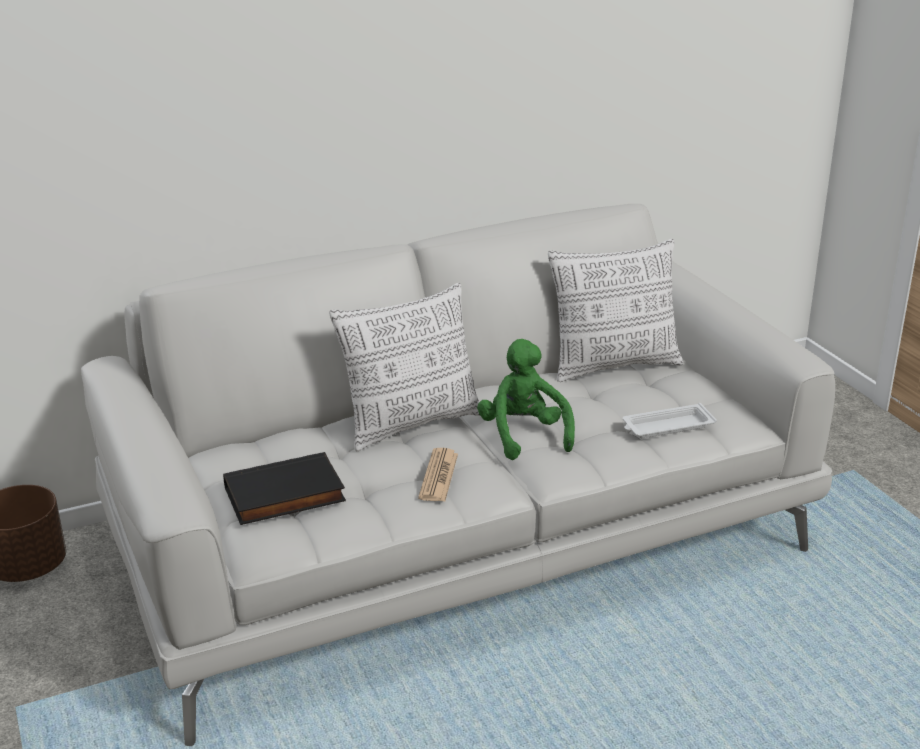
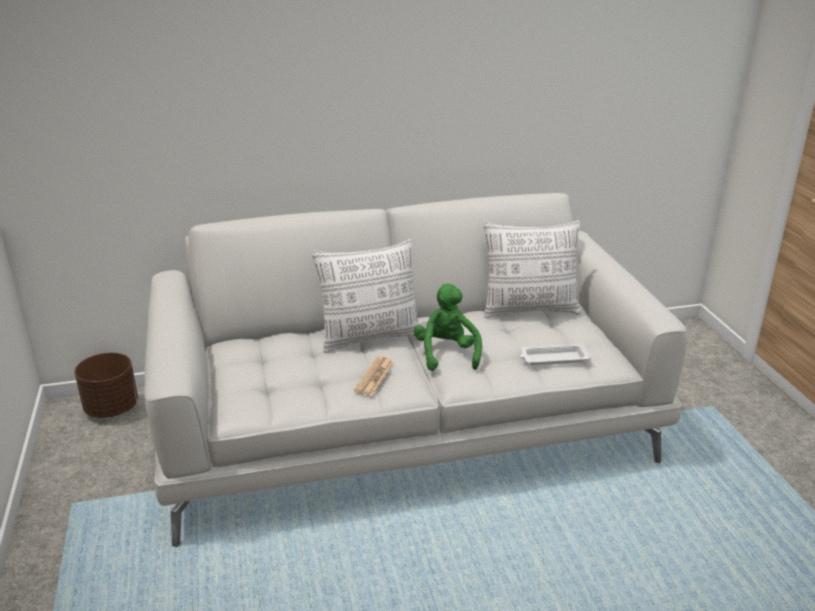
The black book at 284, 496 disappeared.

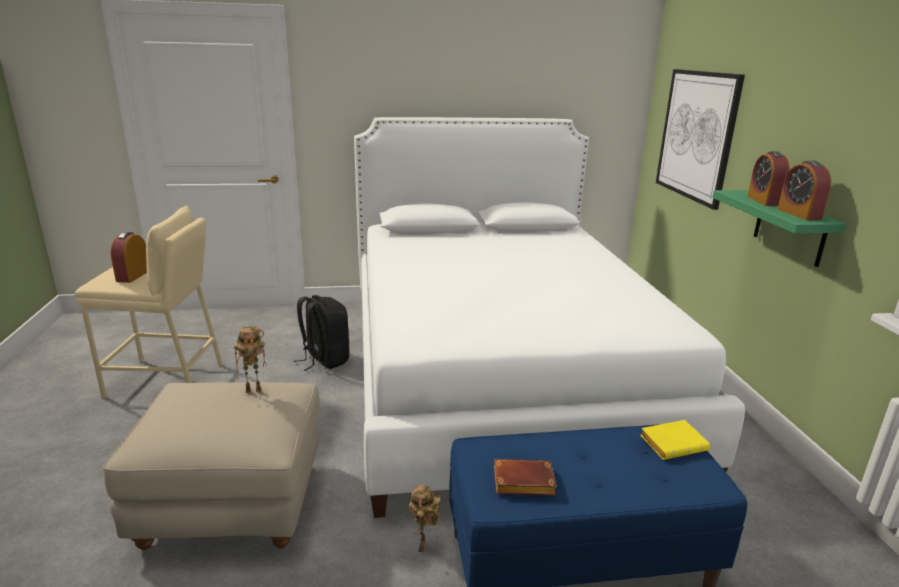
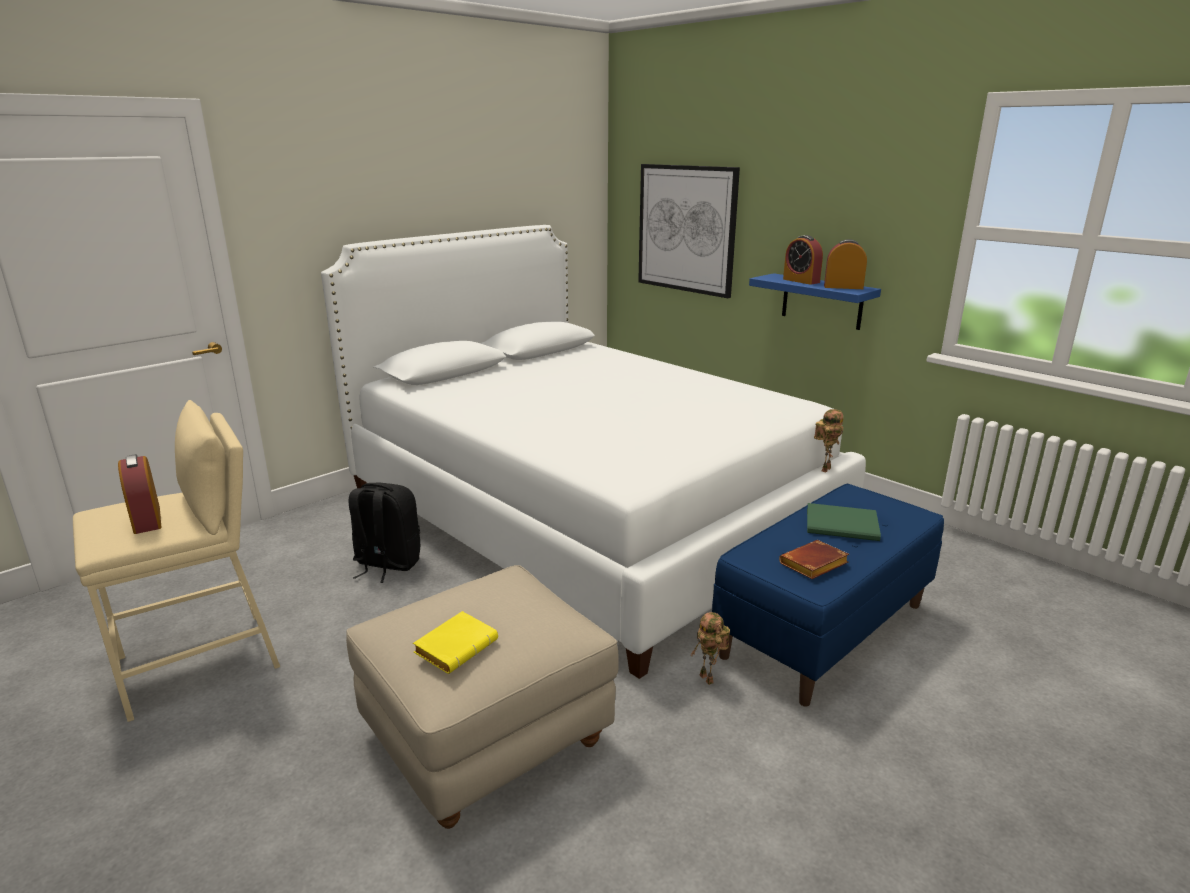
The toy robot moved from 254, 389 to 825, 469. The yellow book moved from 673, 443 to 456, 646. The green shelf at 789, 228 became the blue shelf at 822, 301. The alarm clock at 799, 214 turned 150 degrees clockwise. The green book at 844, 525 appeared.

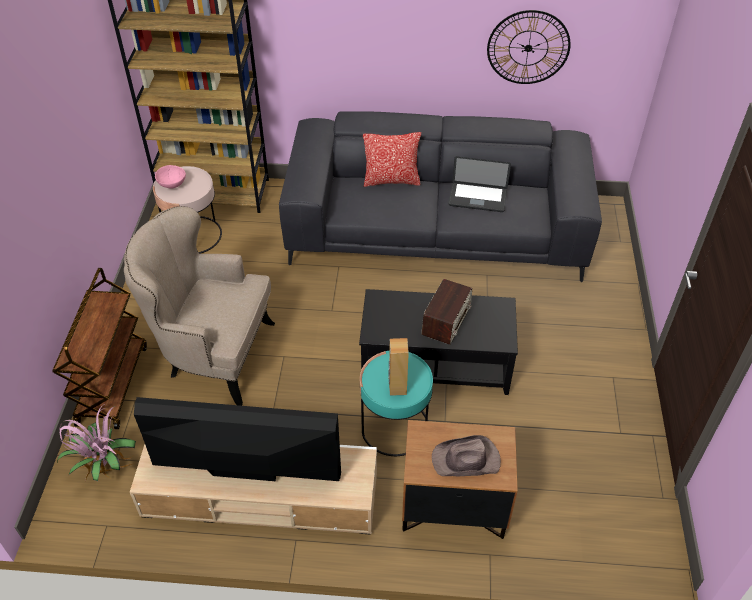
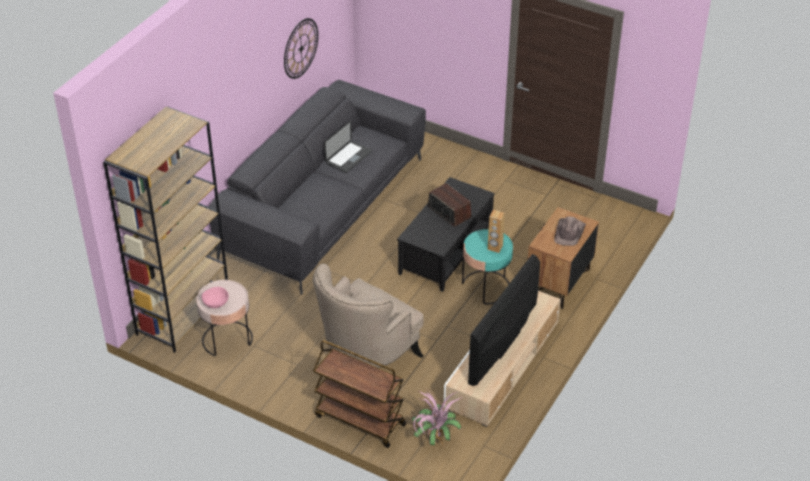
The pillow at 391, 180 disappeared.

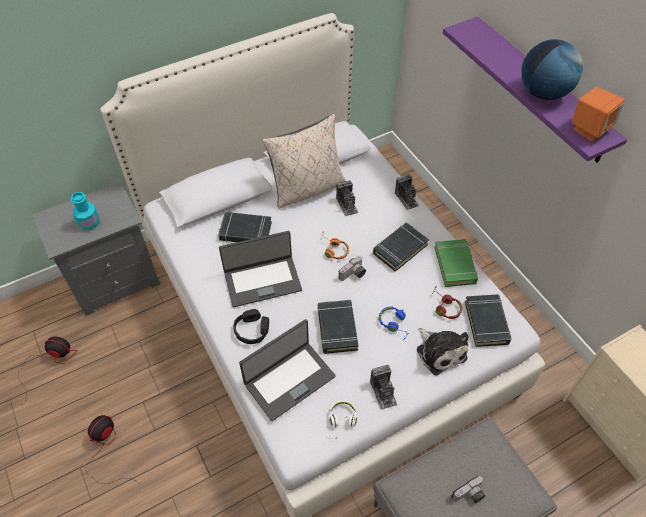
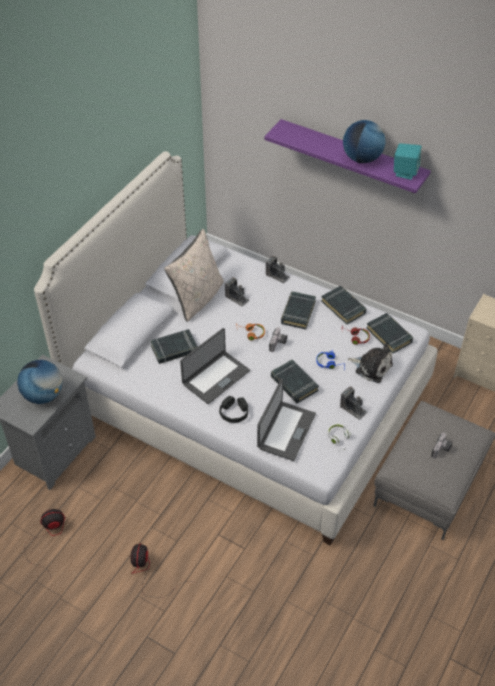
The turquoise bottle at 89, 222 was replaced by the globe at 43, 395. The green book at 455, 265 became the black book at 343, 307. The orange speaker at 589, 129 became the turquoise speaker at 405, 172.

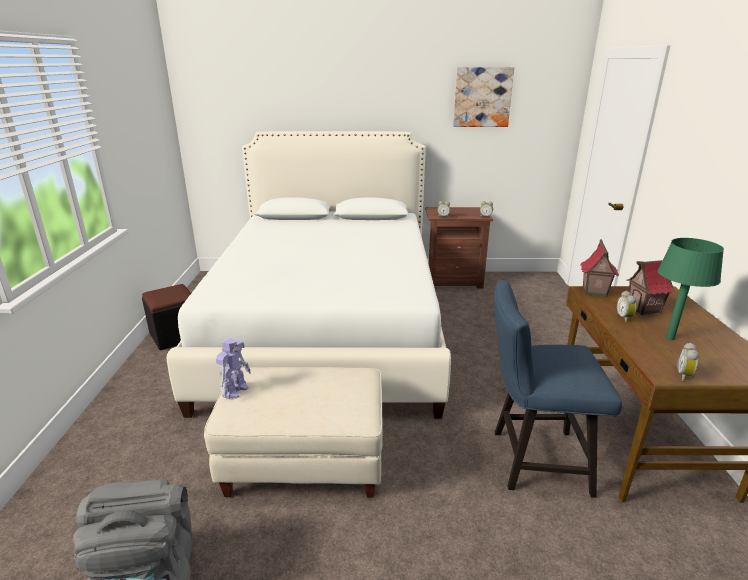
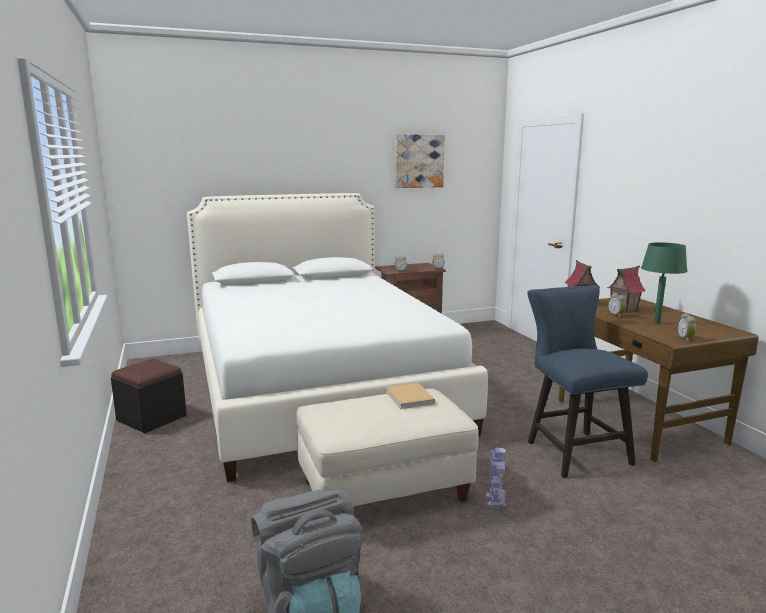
The toy robot moved from 236, 390 to 495, 500. The blue chair at 532, 460 turned 90 degrees clockwise. The beige book at 410, 398 appeared.

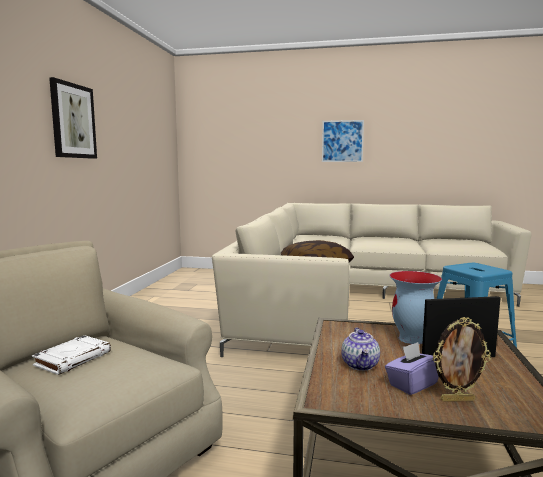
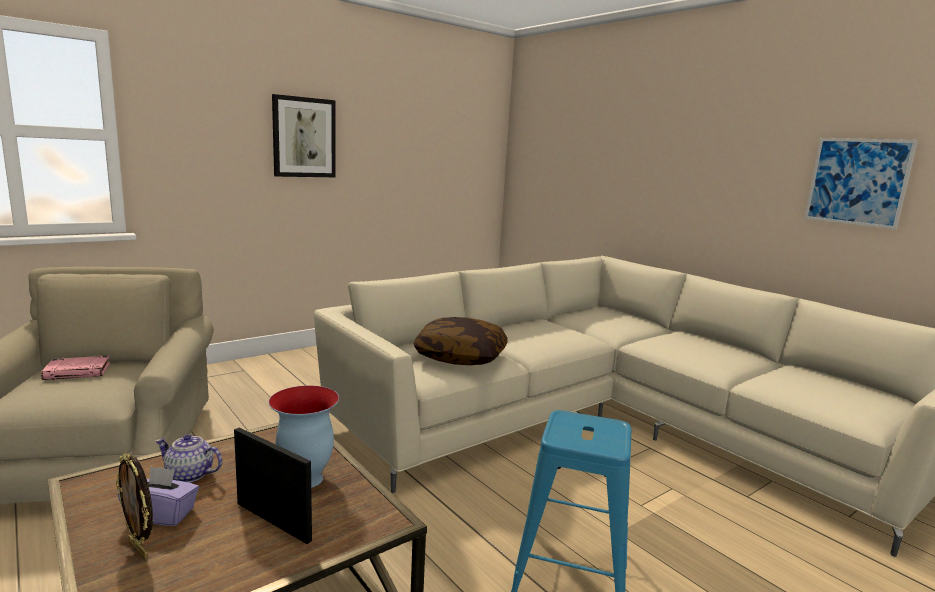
The white book at 73, 358 became the pink book at 78, 372. The picture moved from 342, 141 to 857, 182. The teapot at 360, 365 turned 60 degrees clockwise.

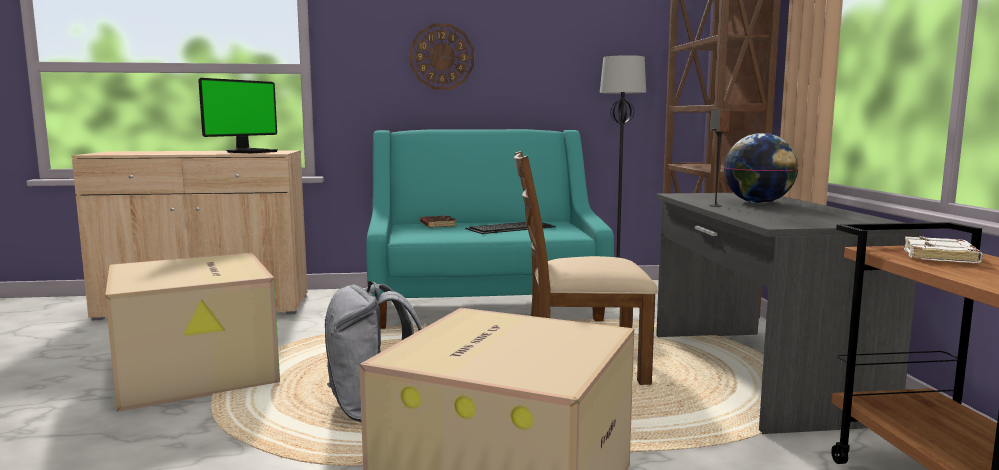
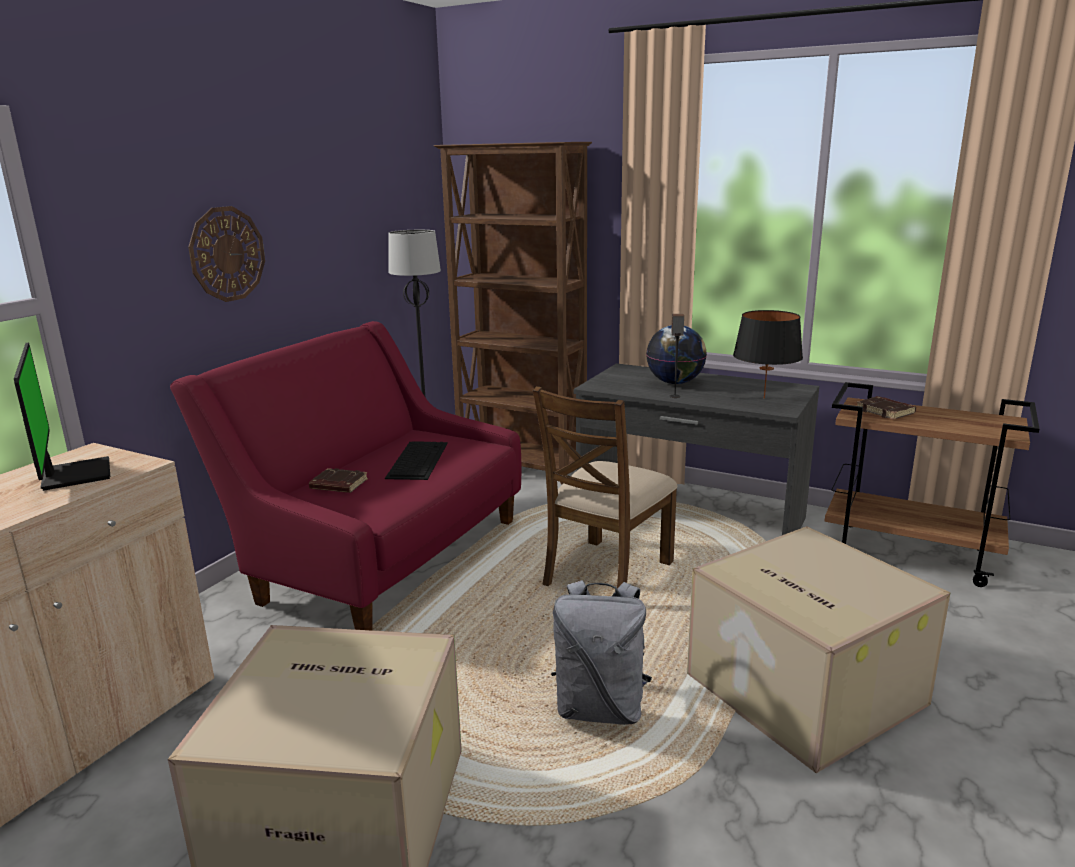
The turquoise sofa at 485, 305 became the red sofa at 381, 555. The white book at 941, 257 became the brown book at 886, 412. The black table lamp at 764, 398 appeared.

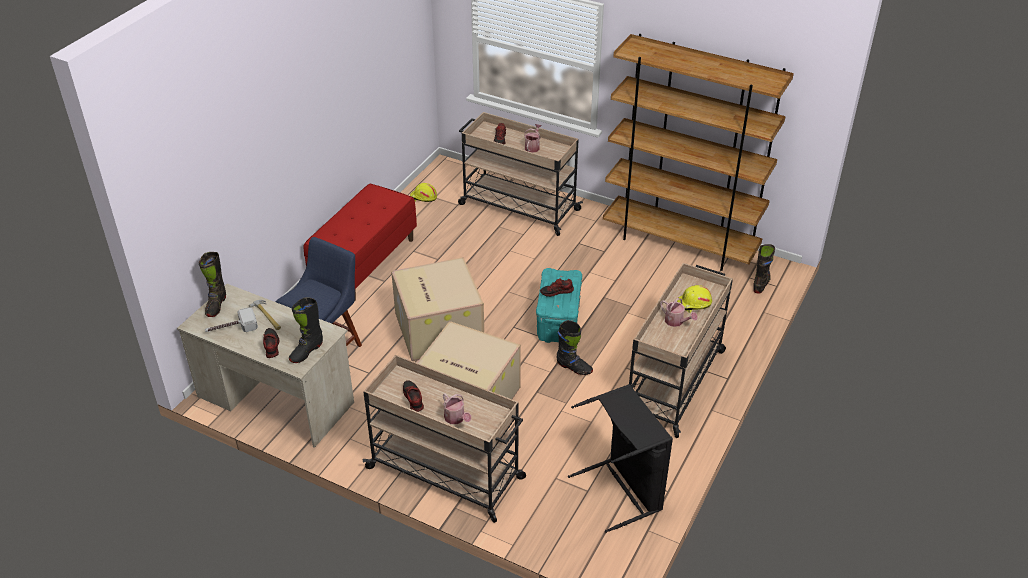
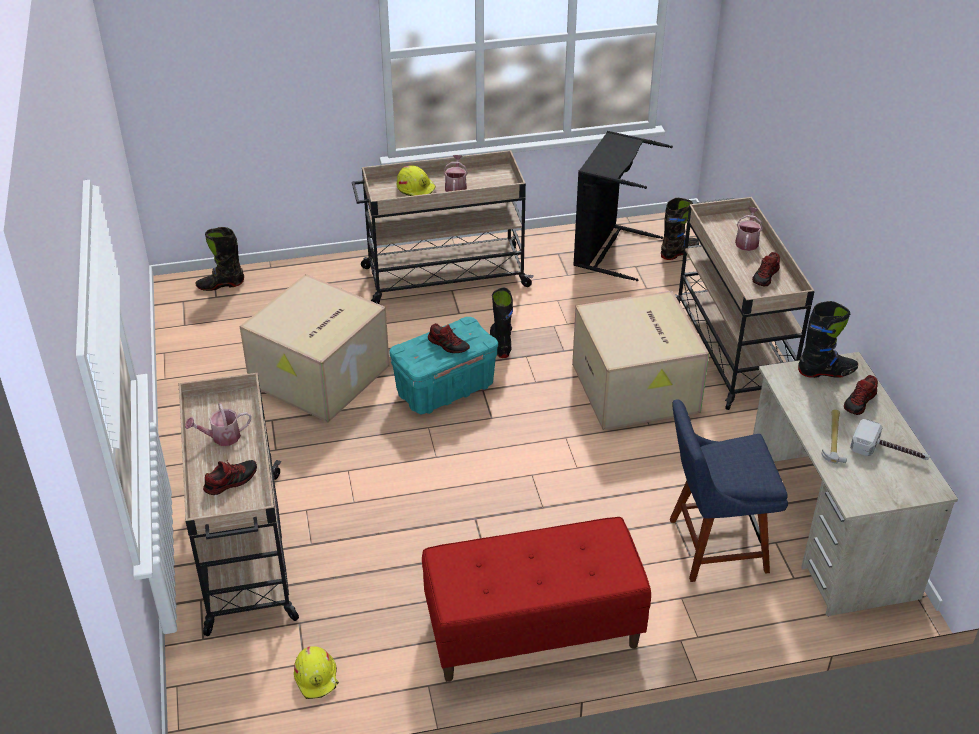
The black boot moved from 216, 305 to 679, 252. The cardboard box moved from 437, 328 to 320, 377. The brown bookcase at 680, 243 disappeared.

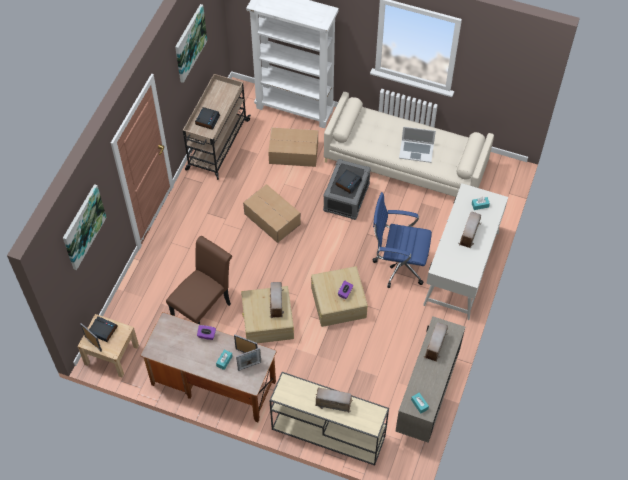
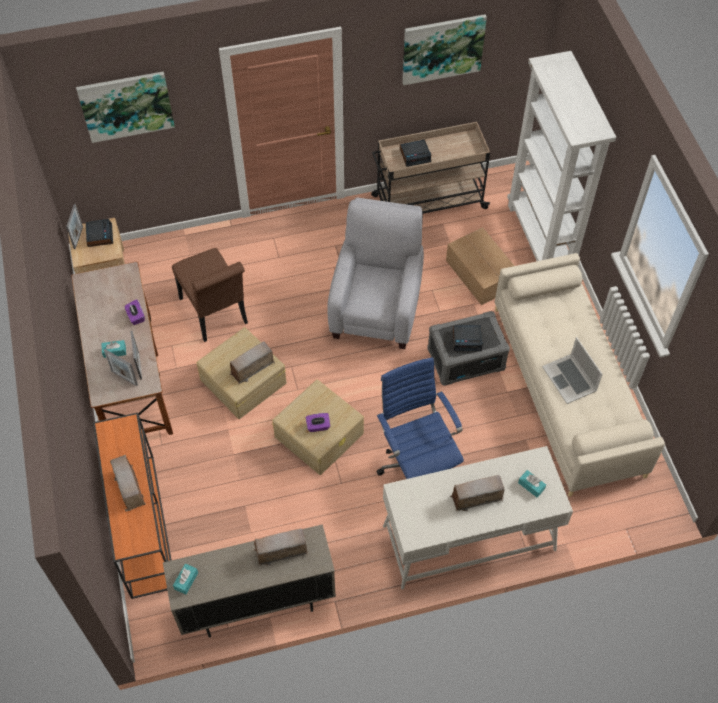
The brown chair at 204, 308 turned 60 degrees clockwise. The cardboard box at 272, 218 was replaced by the grey armchair at 377, 306. The beige console table at 327, 432 became the orange console table at 142, 524.

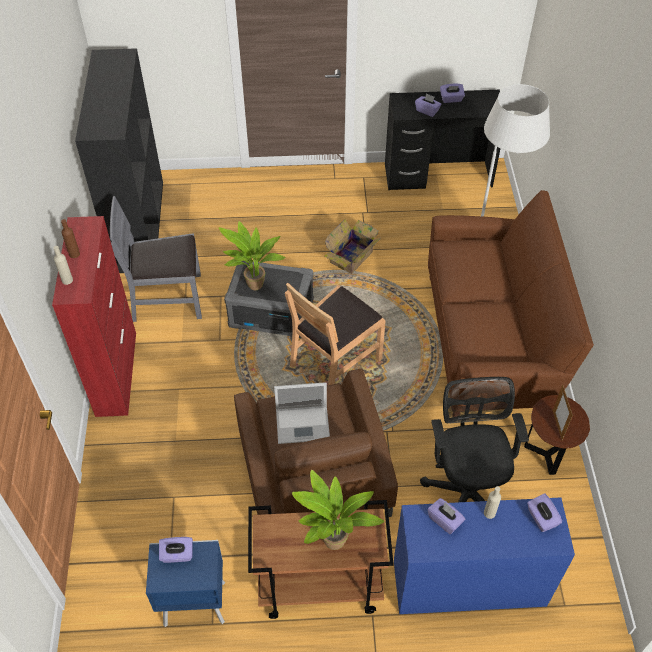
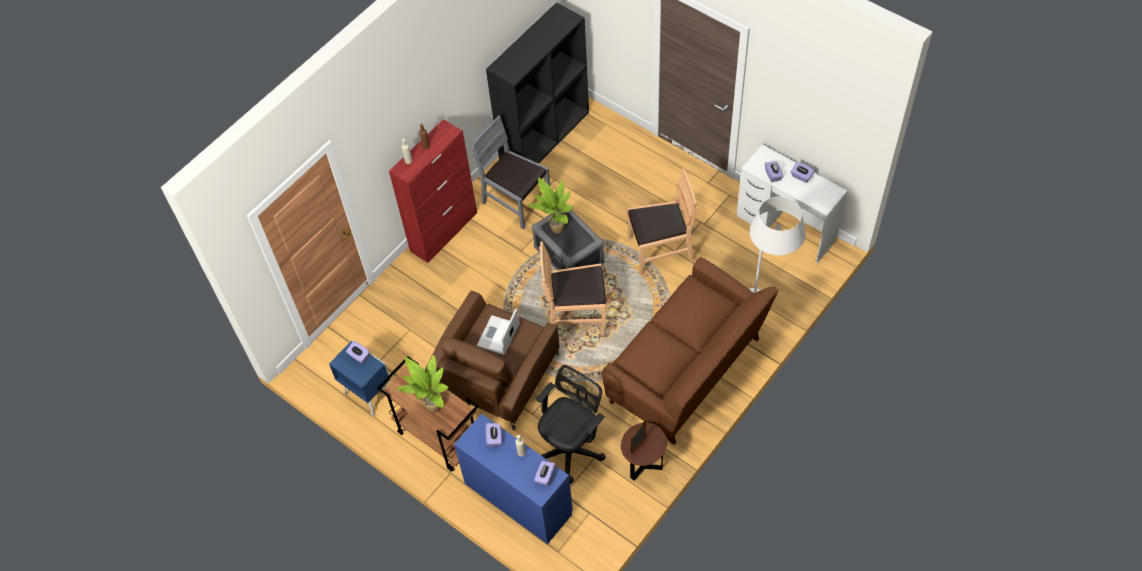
The laptop at 303, 424 turned 75 degrees clockwise. The cardboard box at 353, 256 was replaced by the brown chair at 660, 250. The black desk at 438, 175 became the white desk at 786, 228.

